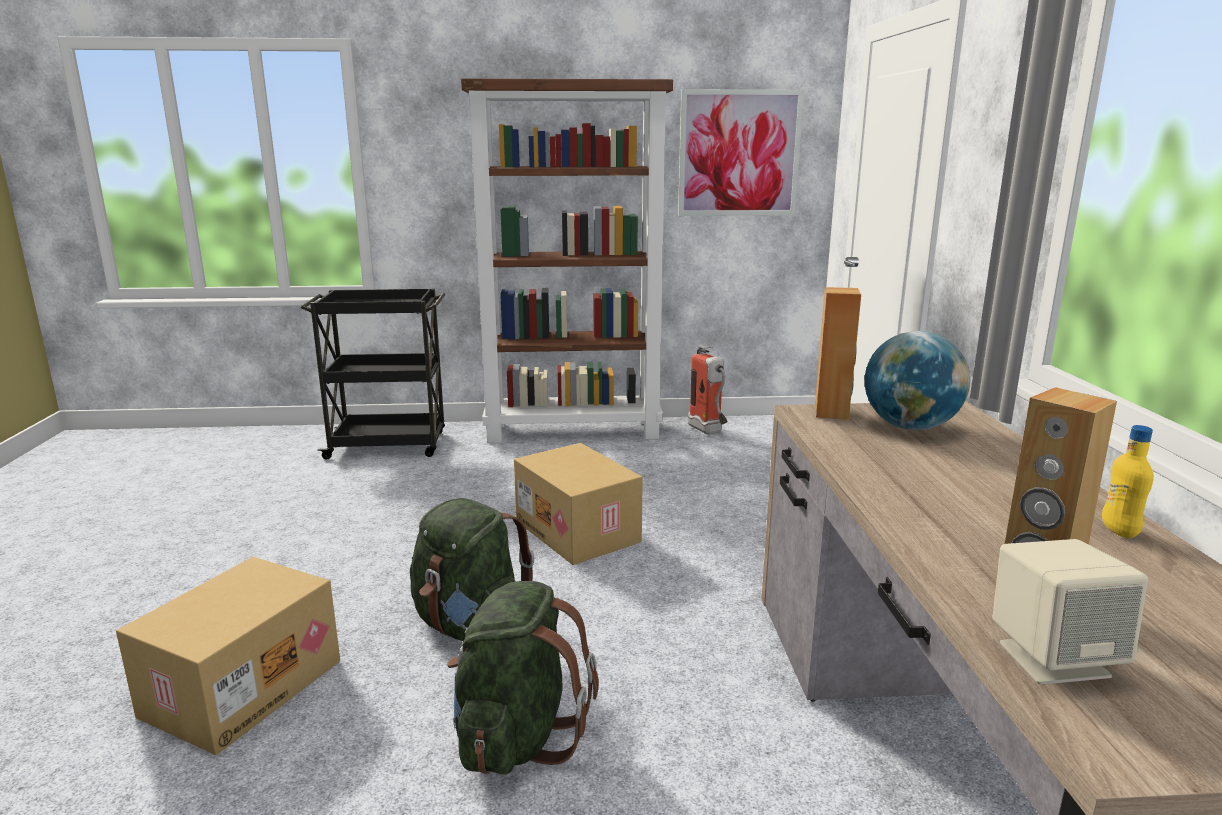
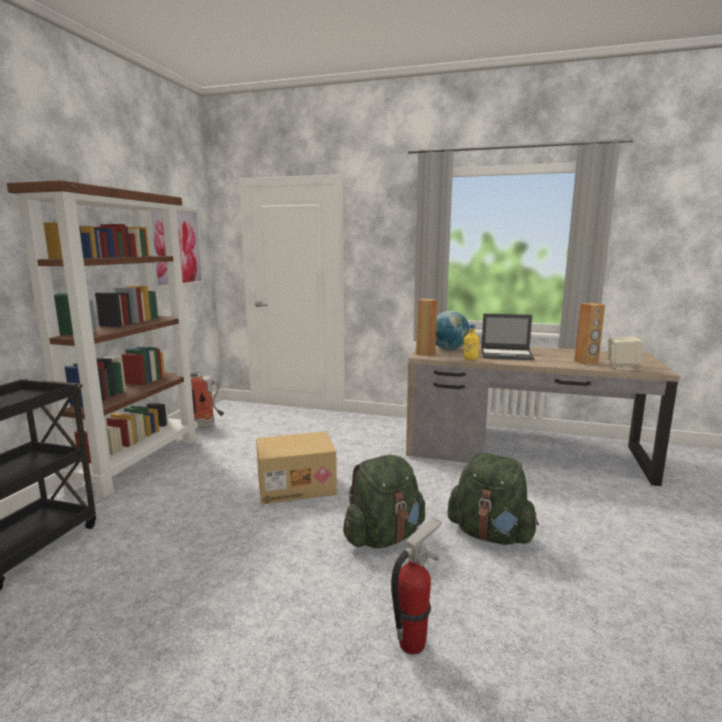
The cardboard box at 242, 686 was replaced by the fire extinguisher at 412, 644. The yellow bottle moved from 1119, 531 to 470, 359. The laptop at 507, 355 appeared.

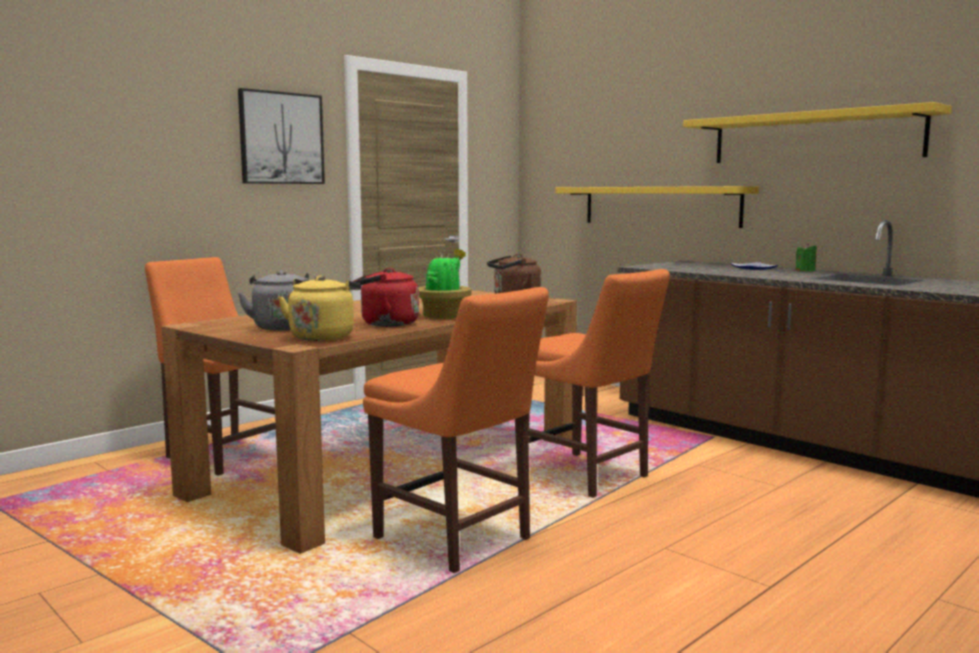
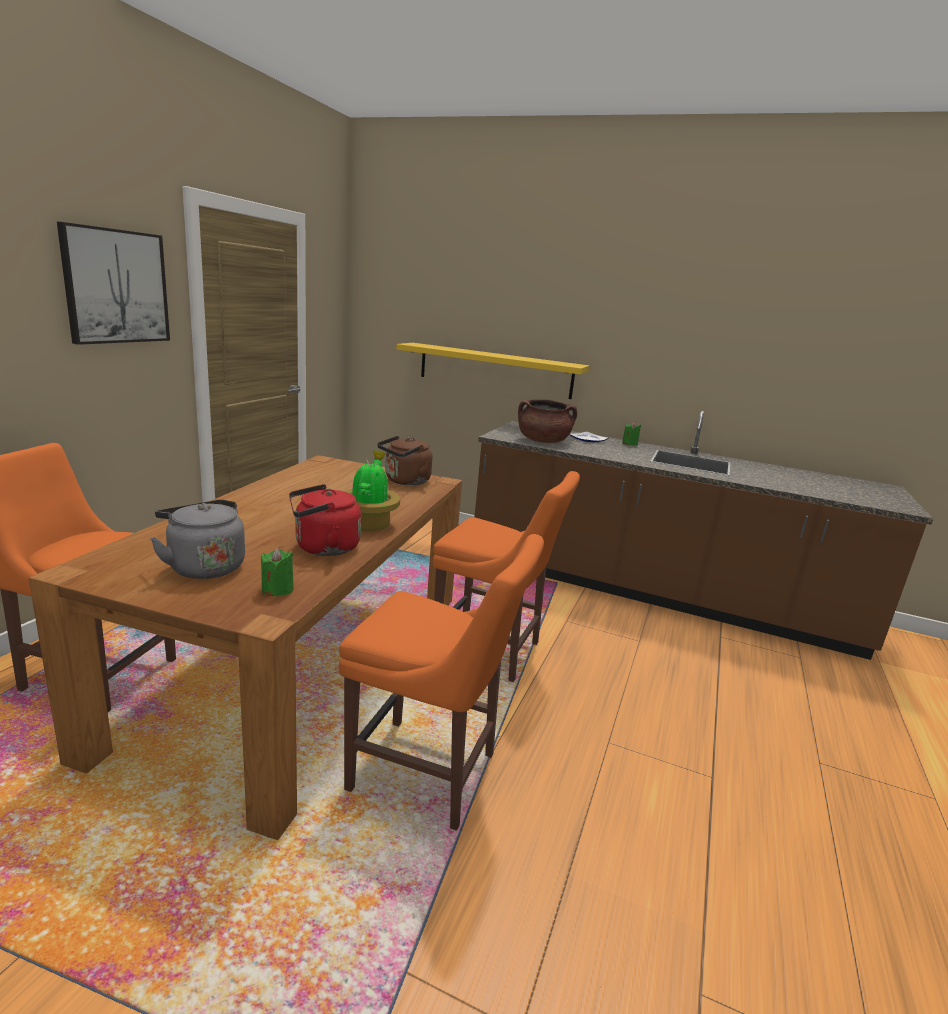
The yellow kettle at 323, 336 was replaced by the green candle at 277, 589. The yellow shelf at 814, 137 disappeared. The brown cooking pot at 543, 441 appeared.

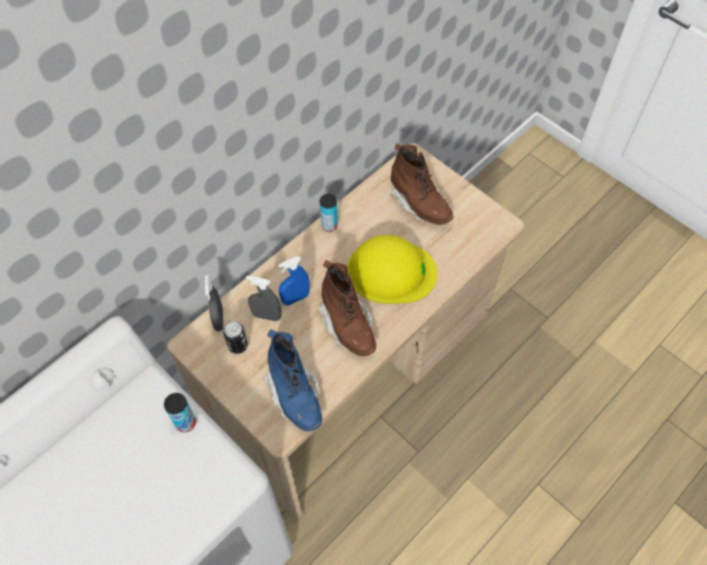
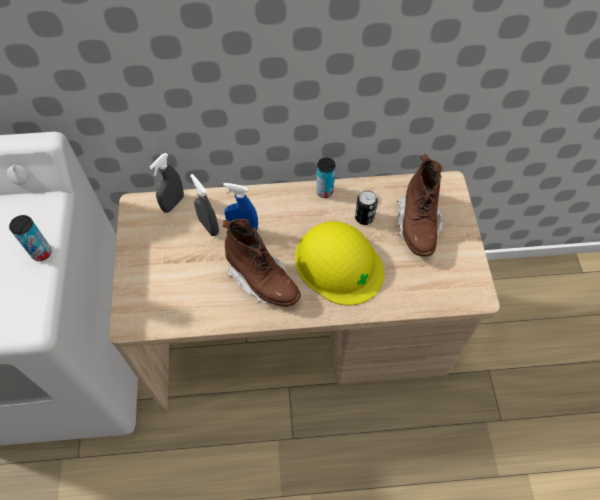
The can moved from 238, 345 to 364, 218. The blue boot at 295, 394 disappeared. The brown boot at 347, 324 turned 60 degrees counterclockwise.

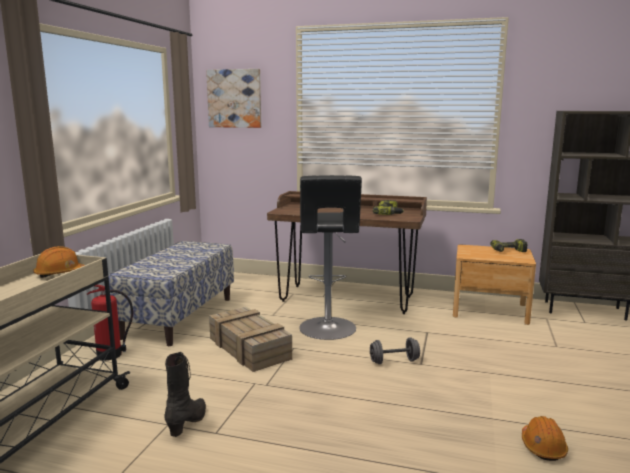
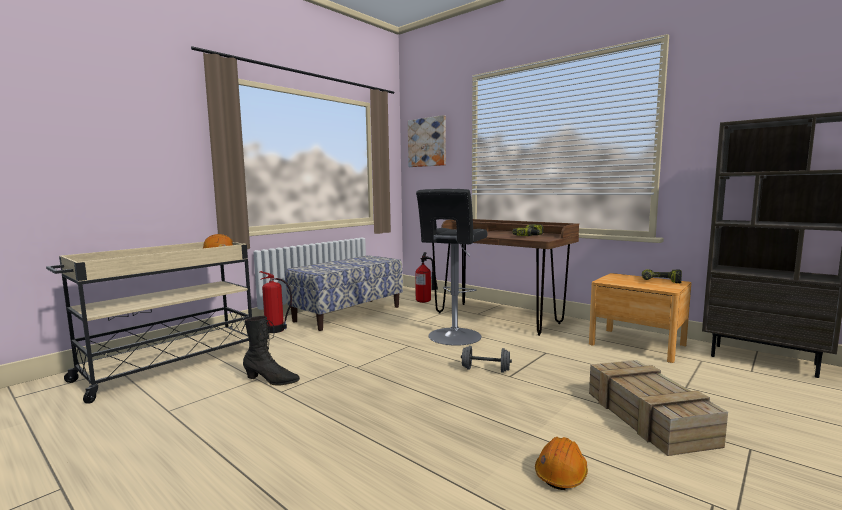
The black boot at 188, 422 turned 60 degrees clockwise. The crate moved from 250, 348 to 650, 418. The fire extinguisher at 426, 301 appeared.

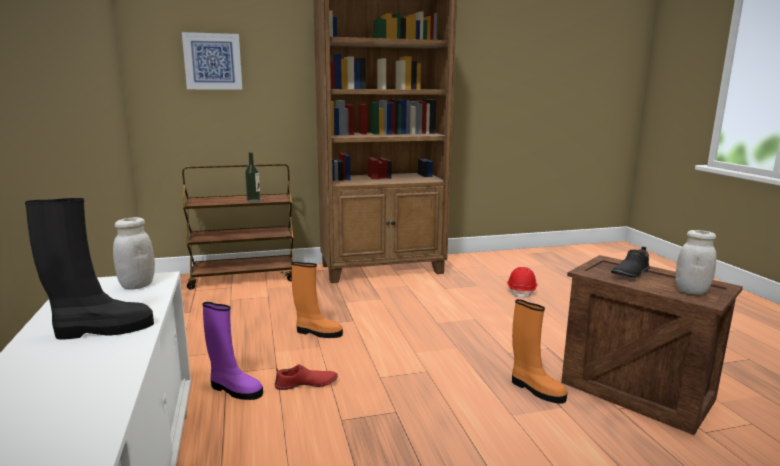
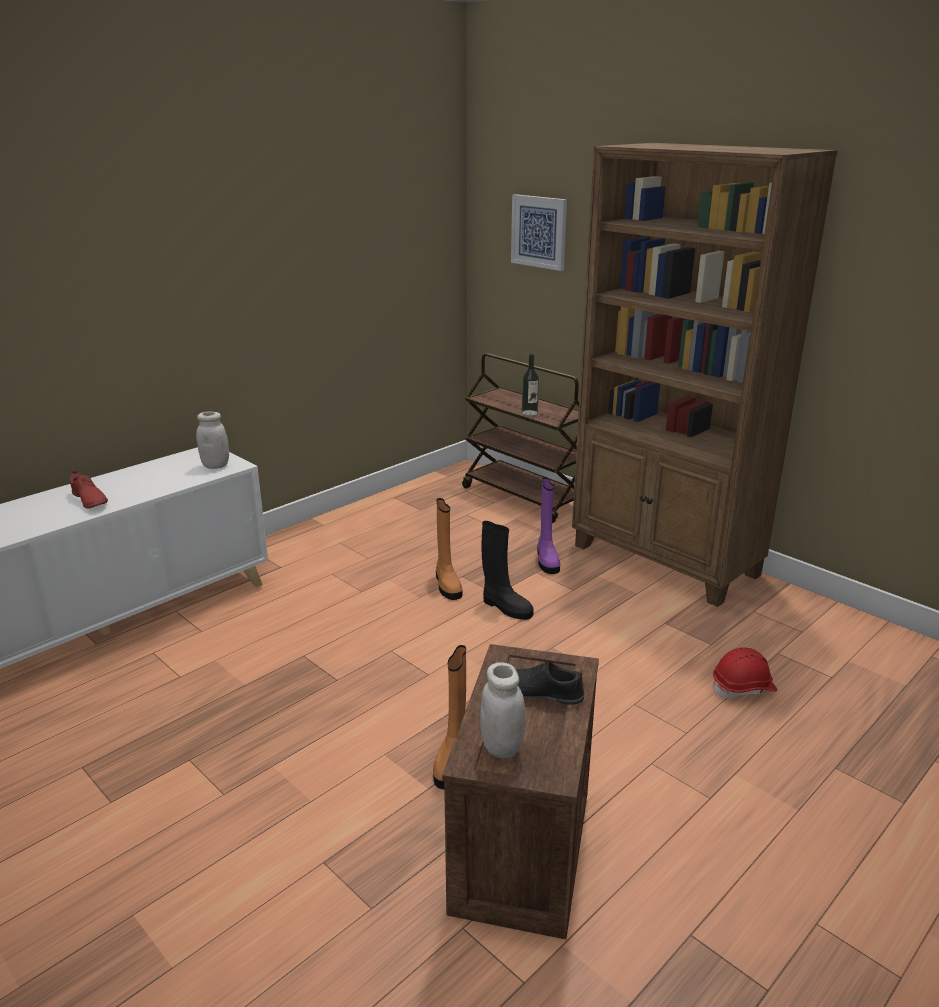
The black boot moved from 102, 330 to 505, 607. The purple boot moved from 234, 390 to 546, 560. The red shoe moved from 306, 384 to 89, 500.

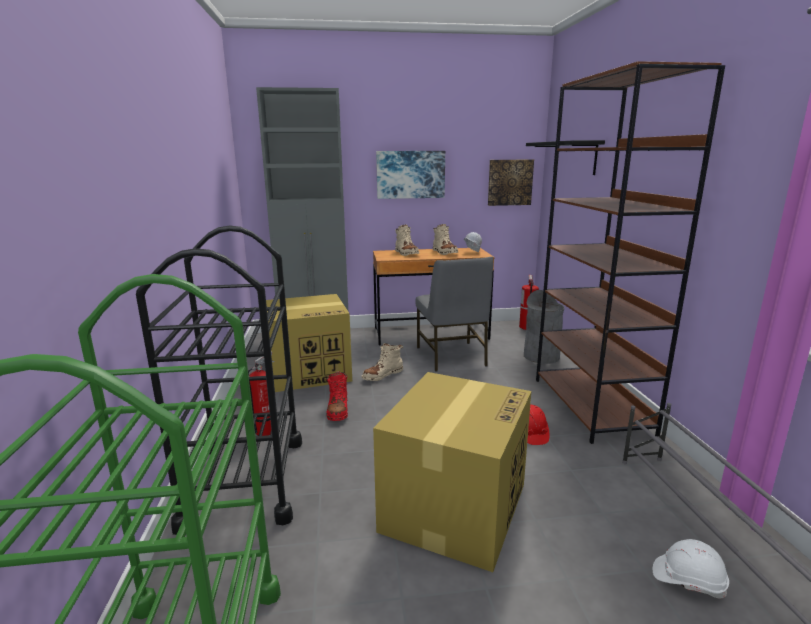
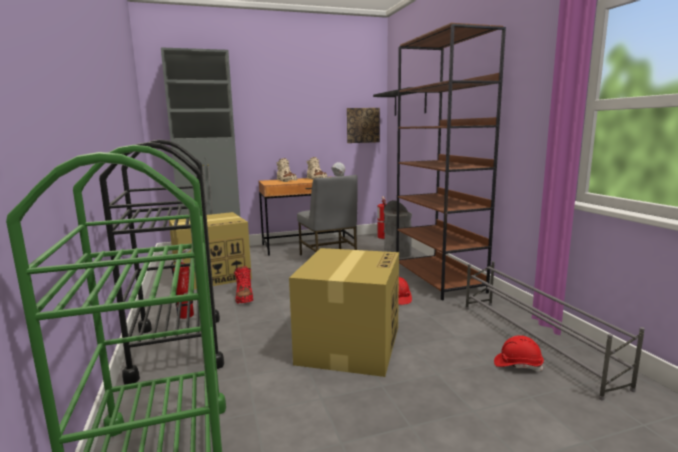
The beige boot at 382, 375 disappeared. The picture at 410, 174 disappeared. The white hard hat at 688, 580 became the red hard hat at 517, 365.

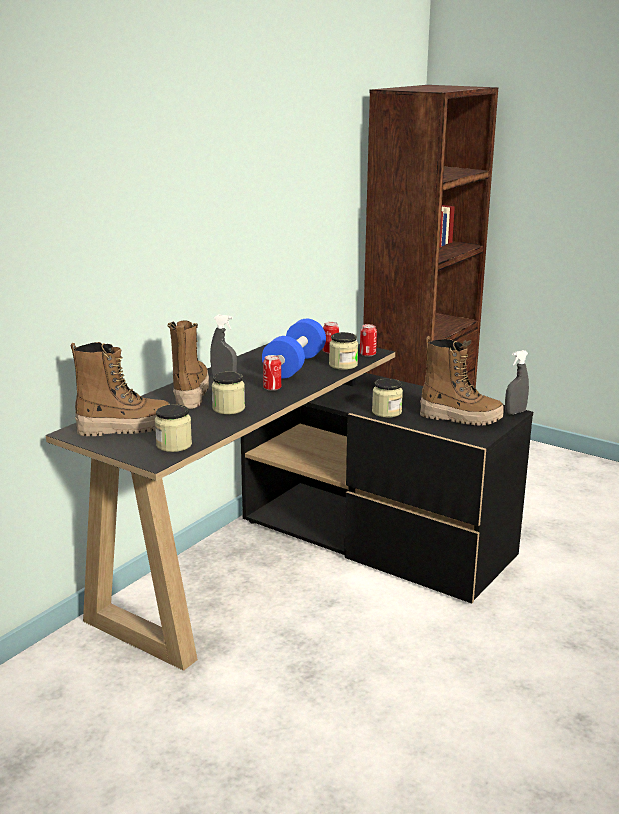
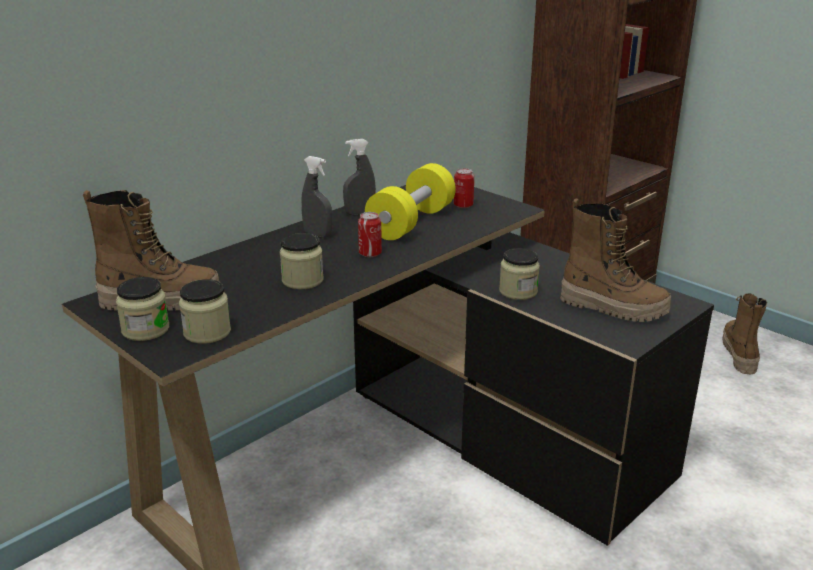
The boot moved from 190, 393 to 738, 354. The blue dumbbell at 294, 365 became the yellow dumbbell at 411, 222. The jar moved from 343, 365 to 145, 330. The can at 367, 354 disappeared. The grey spray bottle moved from 515, 412 to 359, 213.

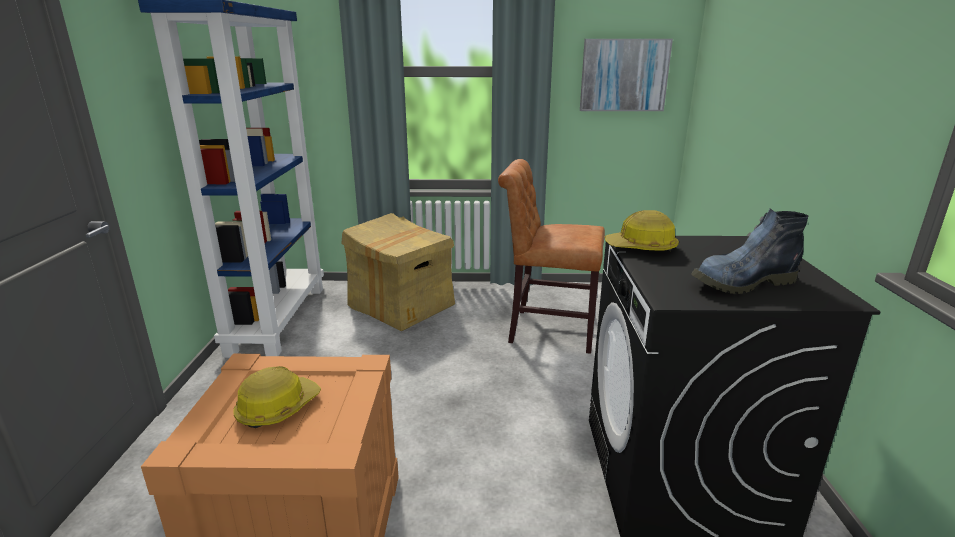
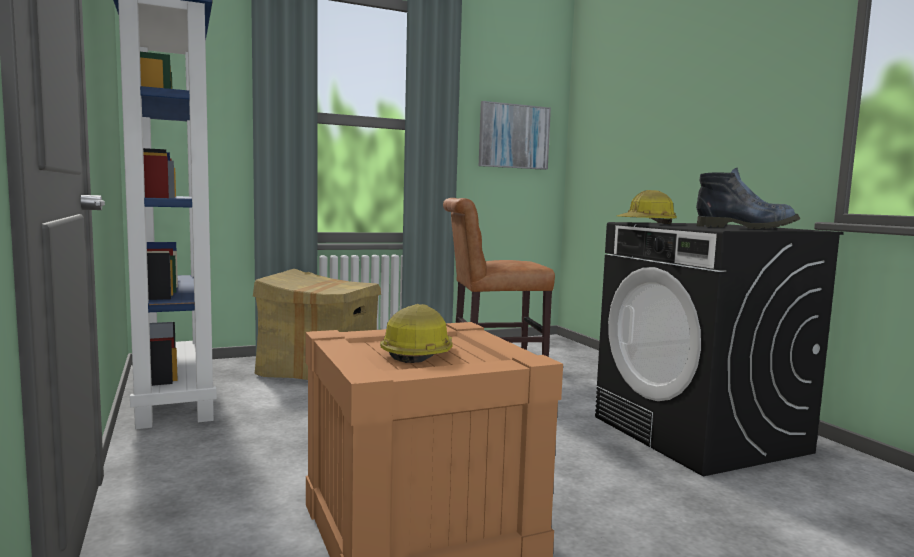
The boot at 742, 283 turned 120 degrees counterclockwise.

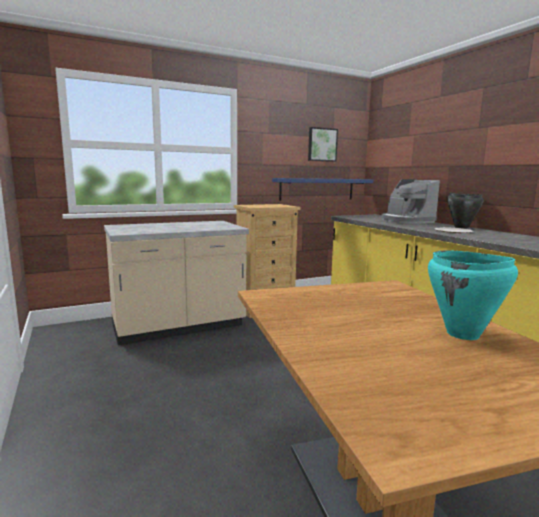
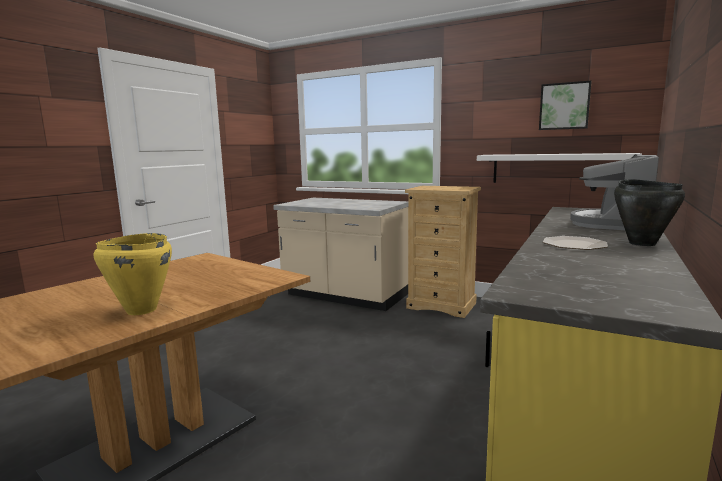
The blue shelf at 317, 189 became the white shelf at 554, 168. The turquoise cooking pot at 463, 334 became the yellow cooking pot at 141, 310.

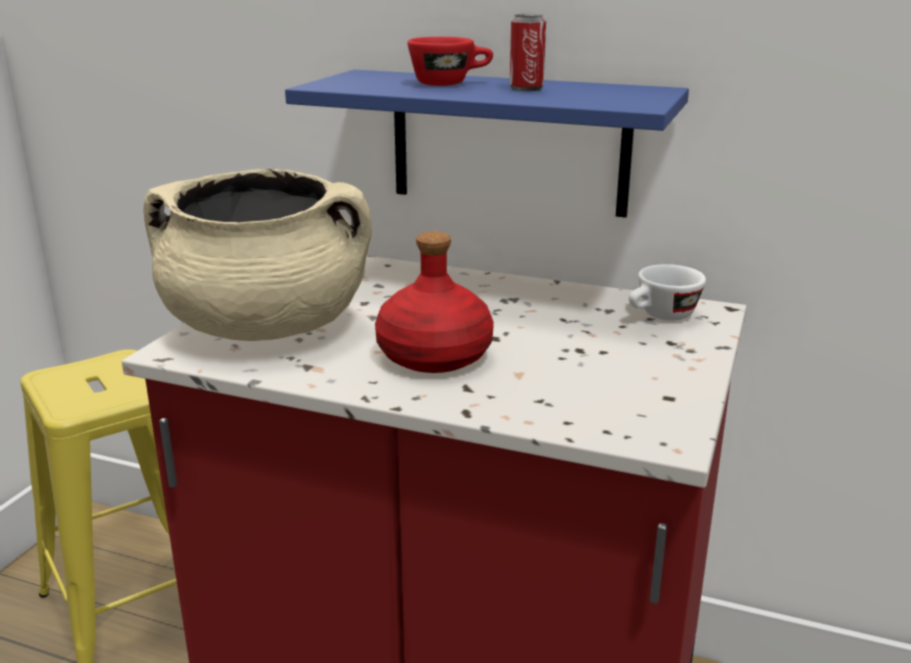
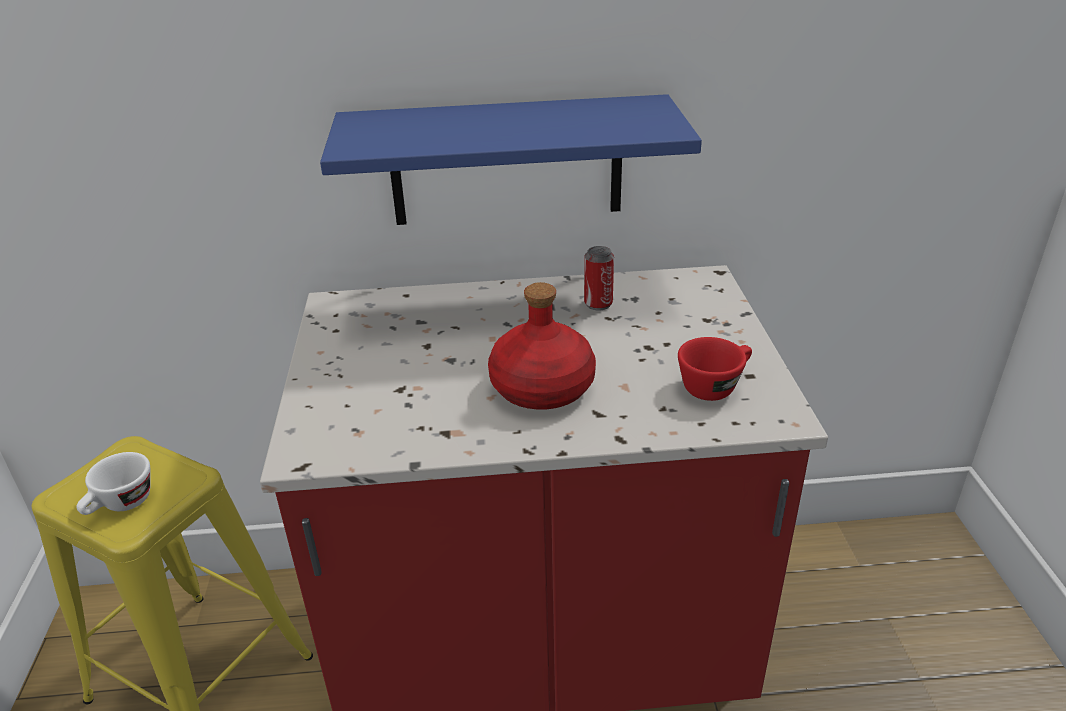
The beige cooking pot at 267, 327 disappeared. The red cup moved from 450, 83 to 714, 385. The can moved from 526, 89 to 598, 304. The white cup moved from 661, 316 to 121, 505.

